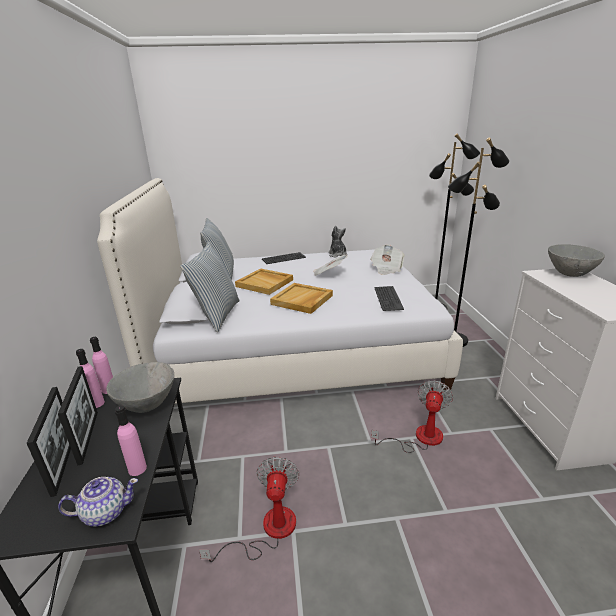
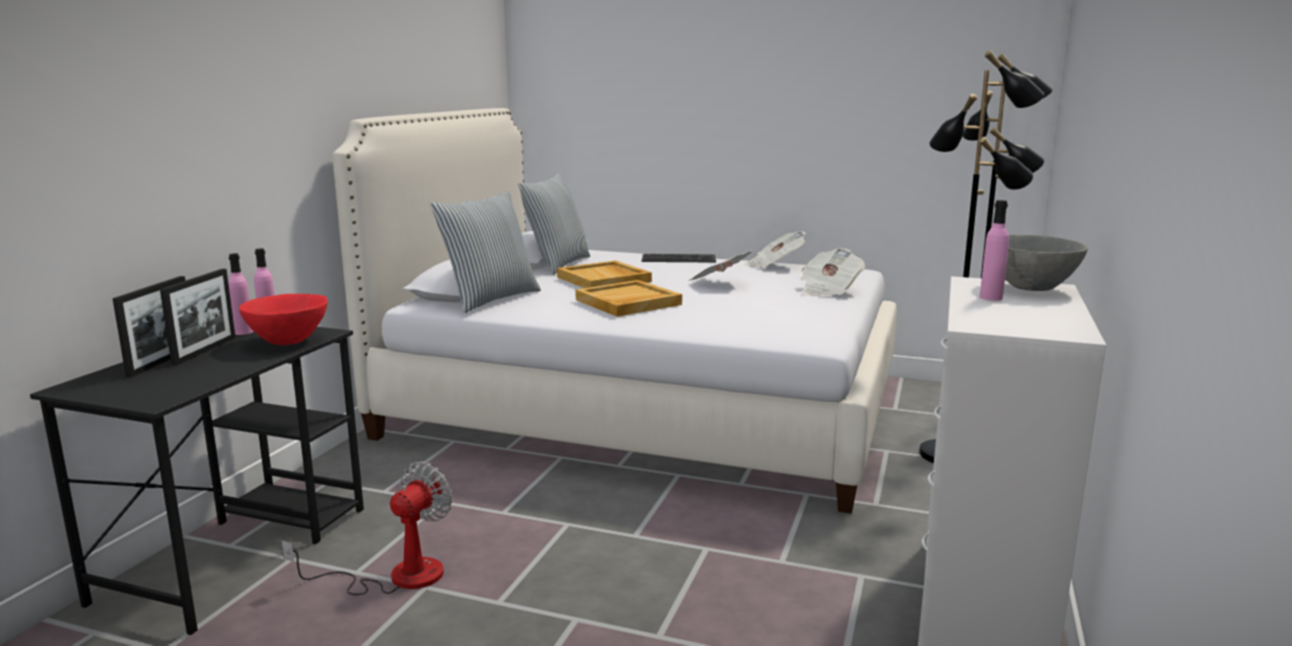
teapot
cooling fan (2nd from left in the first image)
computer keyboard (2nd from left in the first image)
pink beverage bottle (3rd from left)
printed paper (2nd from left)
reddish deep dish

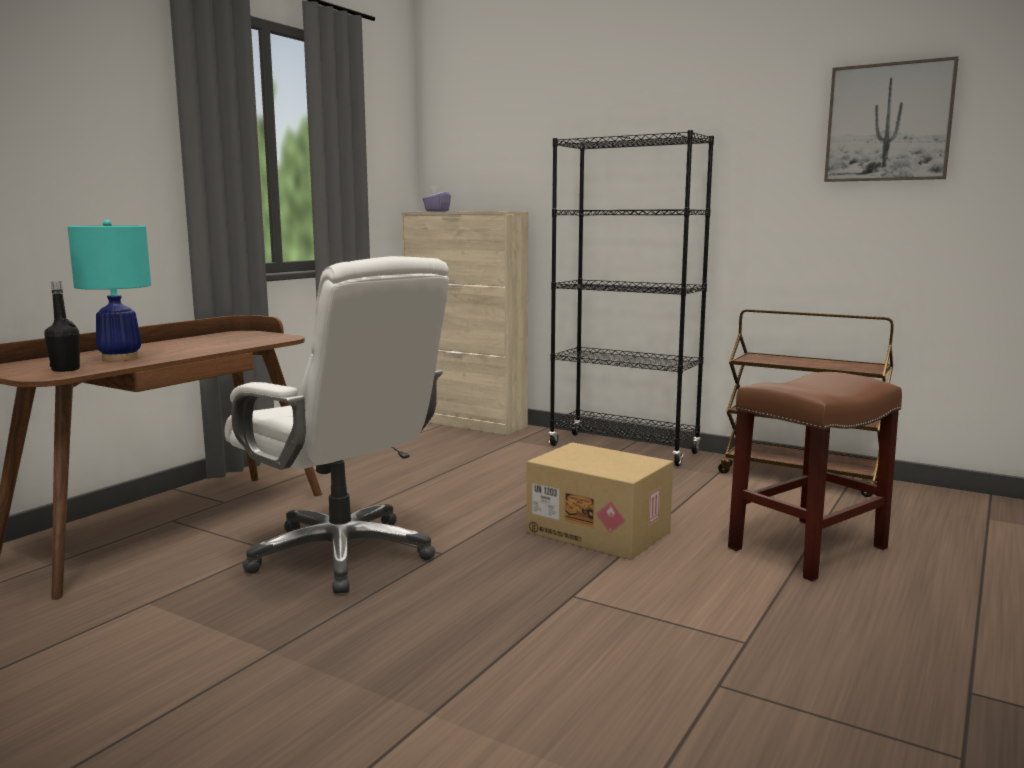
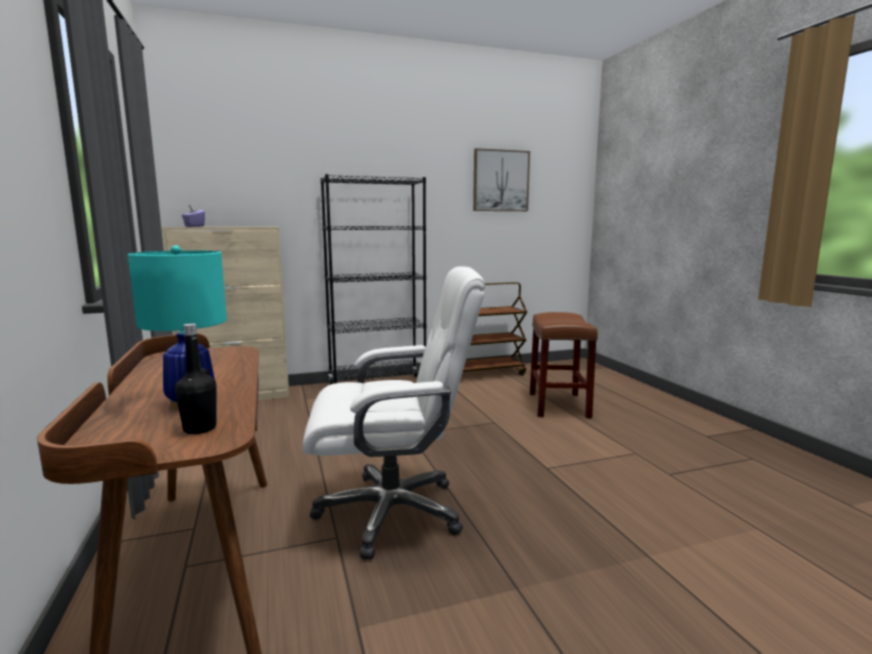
cardboard box

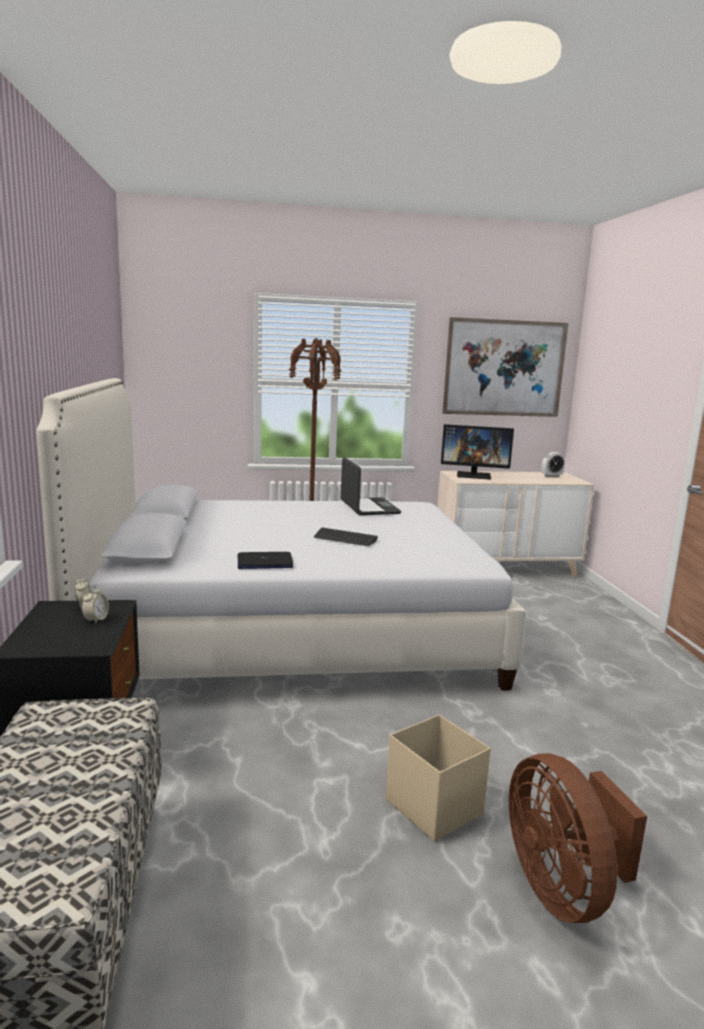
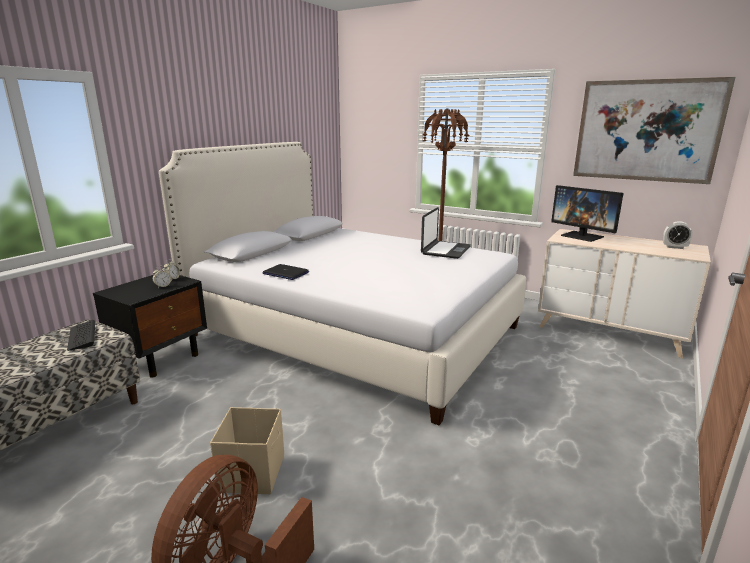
computer keyboard

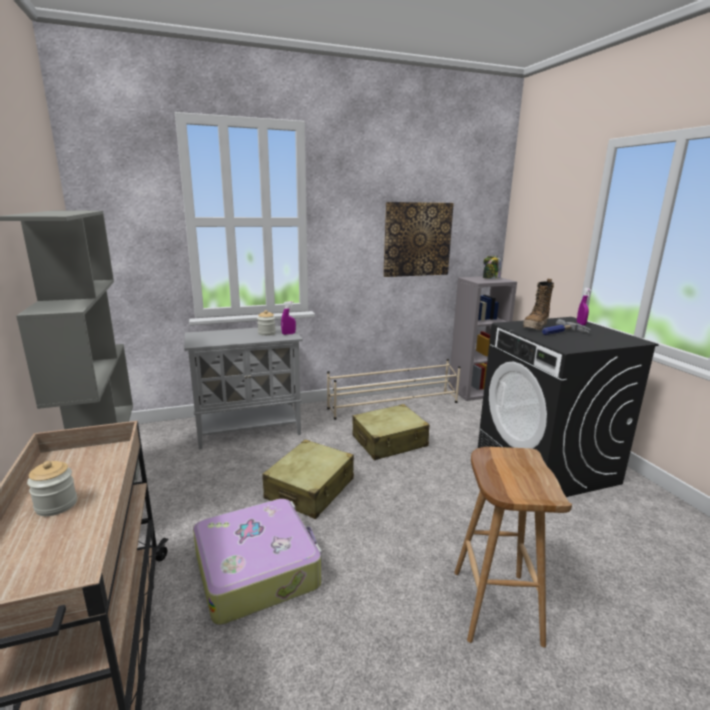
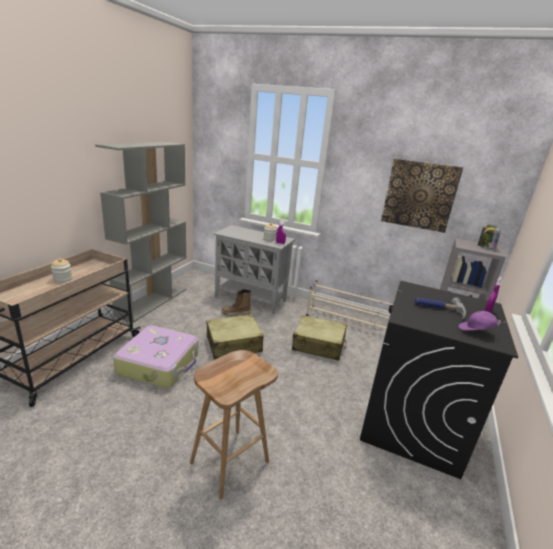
purple-coloured baseball cap
high-top boot

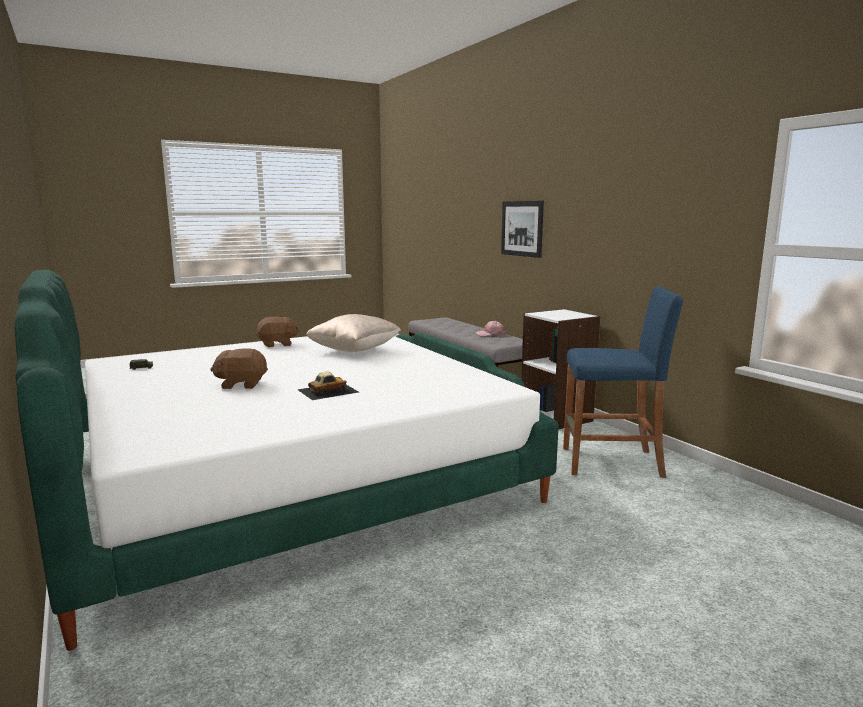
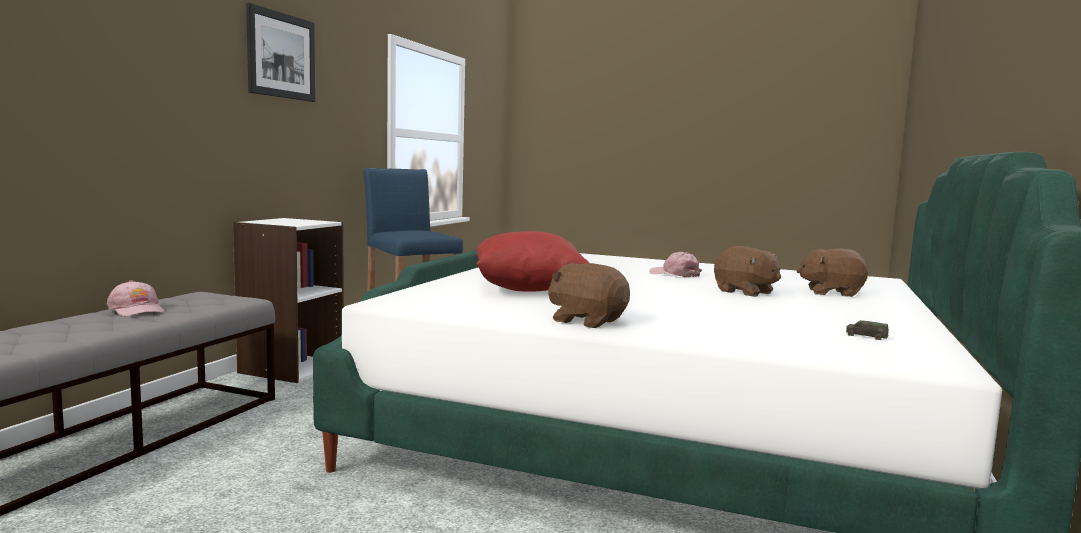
brown soft toy (3rd from left)
wall art
pink baseball cap (2nd from left)
reddish cushion

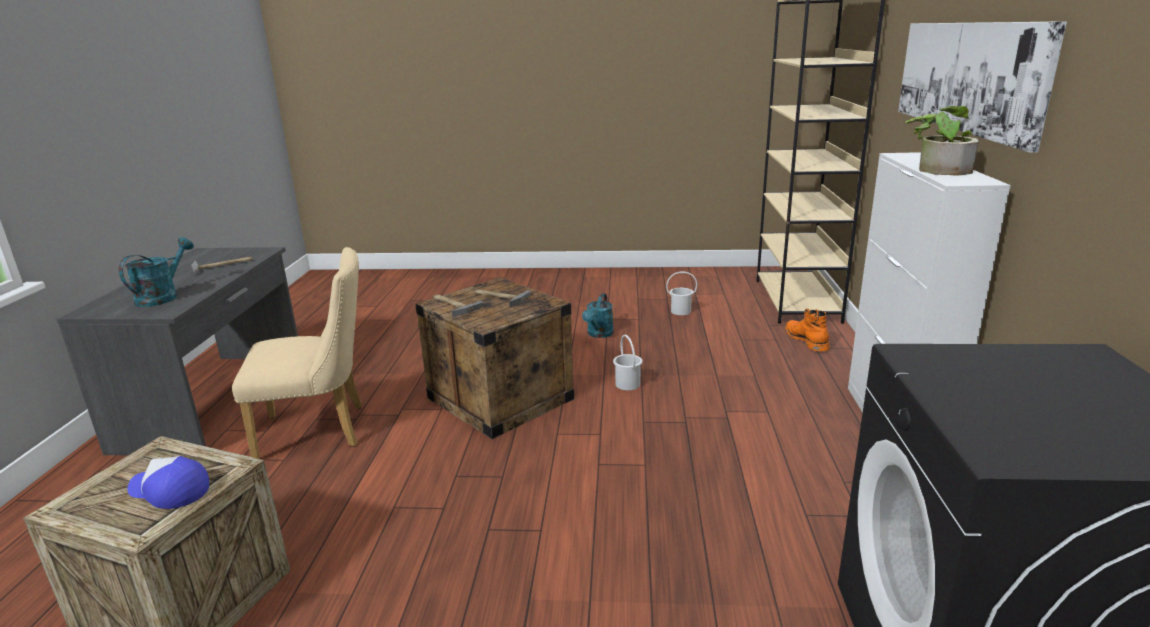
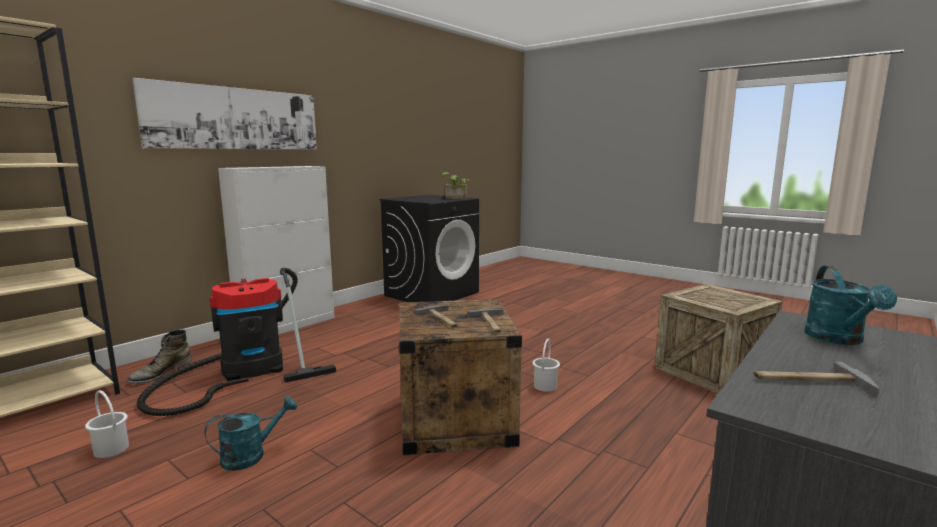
baseball cap
sand-coloured chair
vacuum cleaner
white-coloured water bucket (2nd from left)
potted plant
green high-top boot
blue-green watering pot (2nd from left)

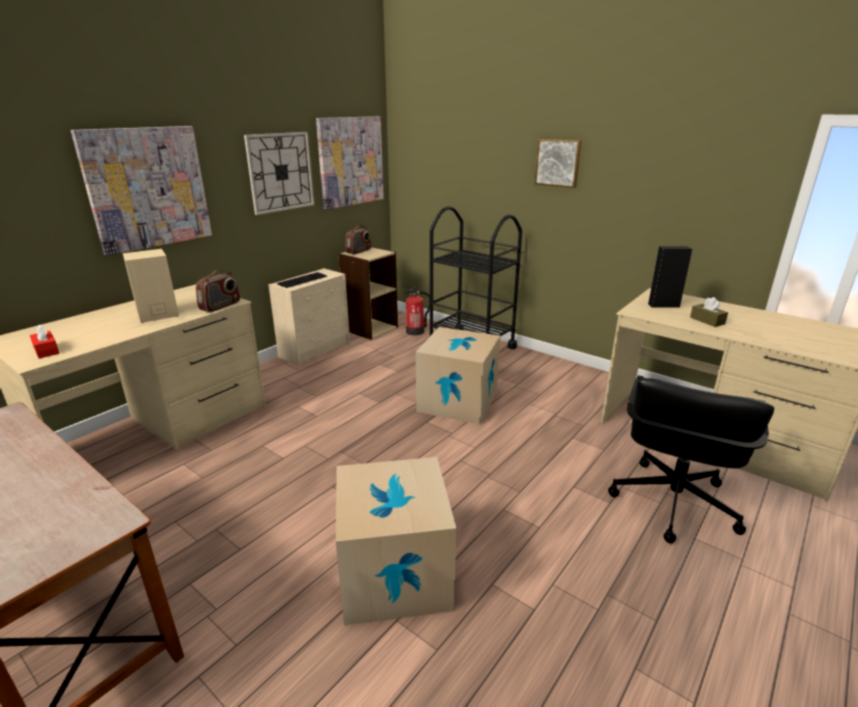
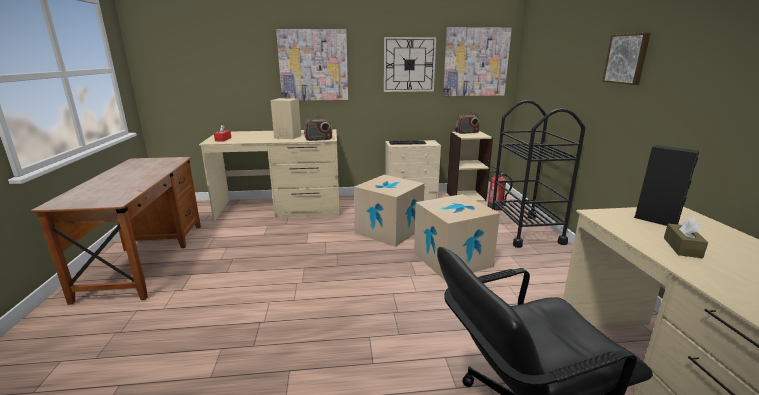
cardboard box (1st from left)

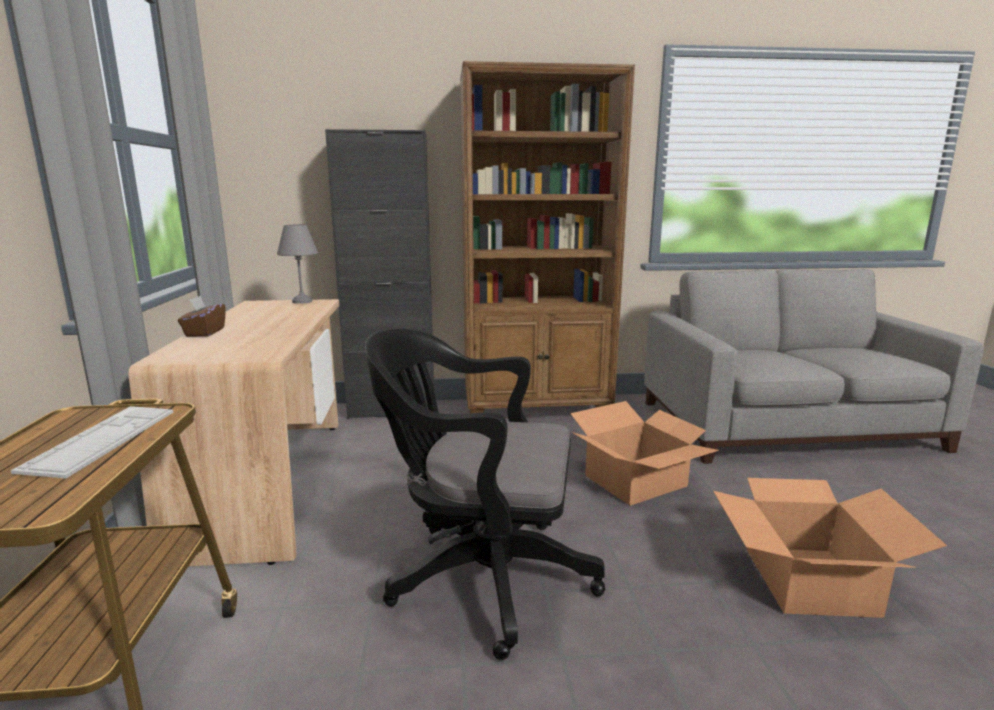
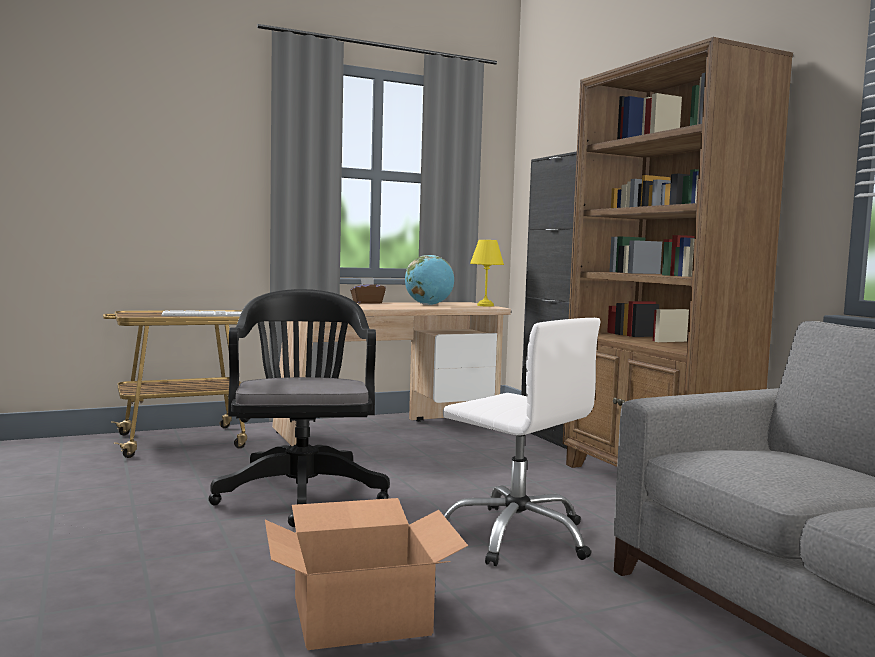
globe
white-coloured computer chair
yellowish lamp for a table

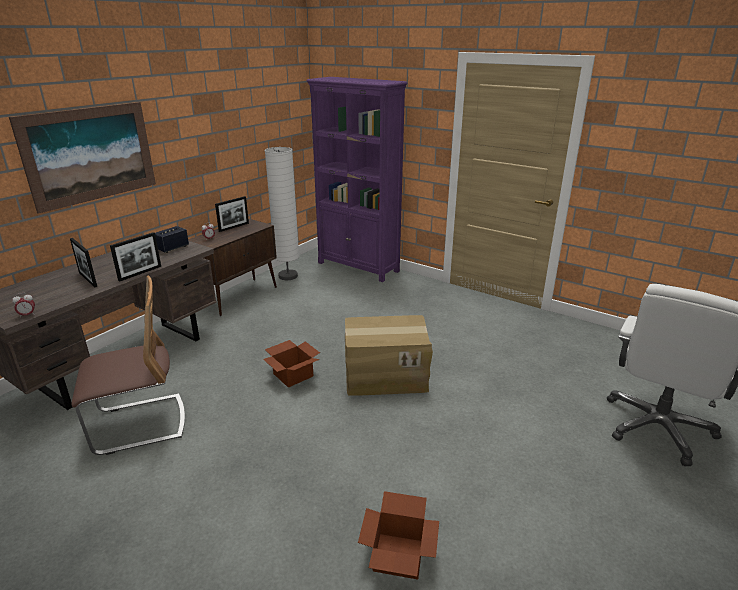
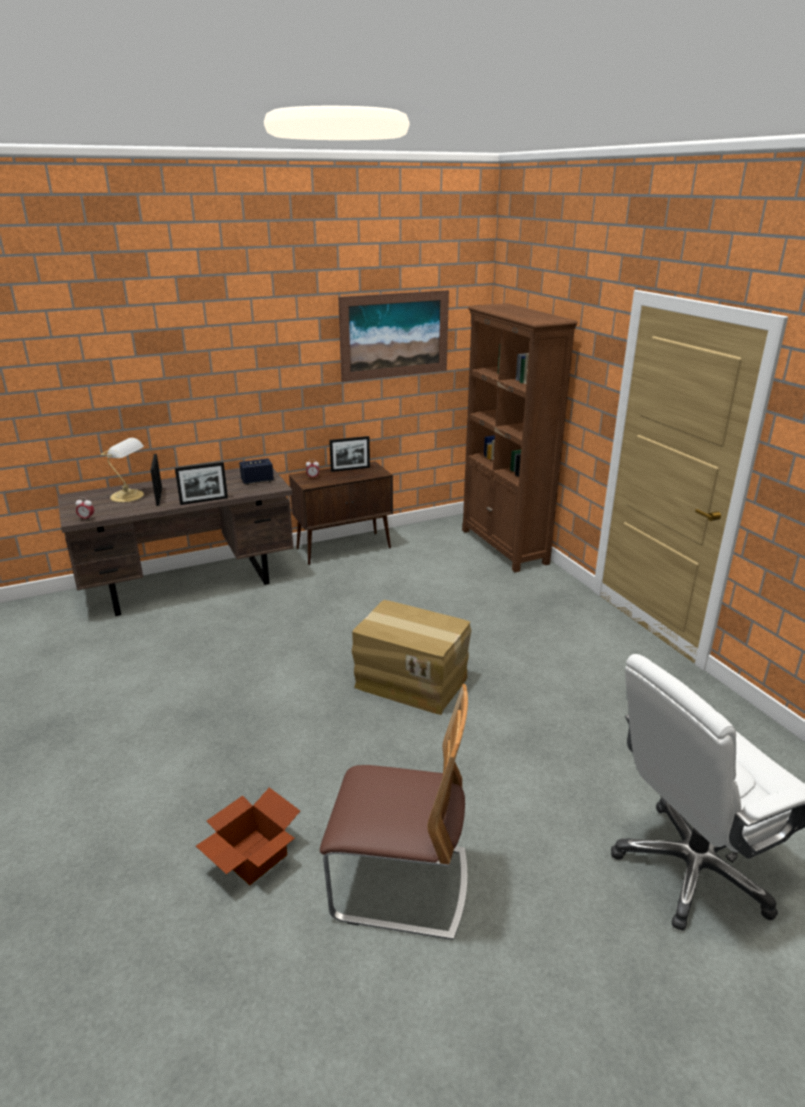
cardboard box (1st from left in the first image)
white-coloured standard lamp
lamp for a table
wall art
chair
brown bookshelf

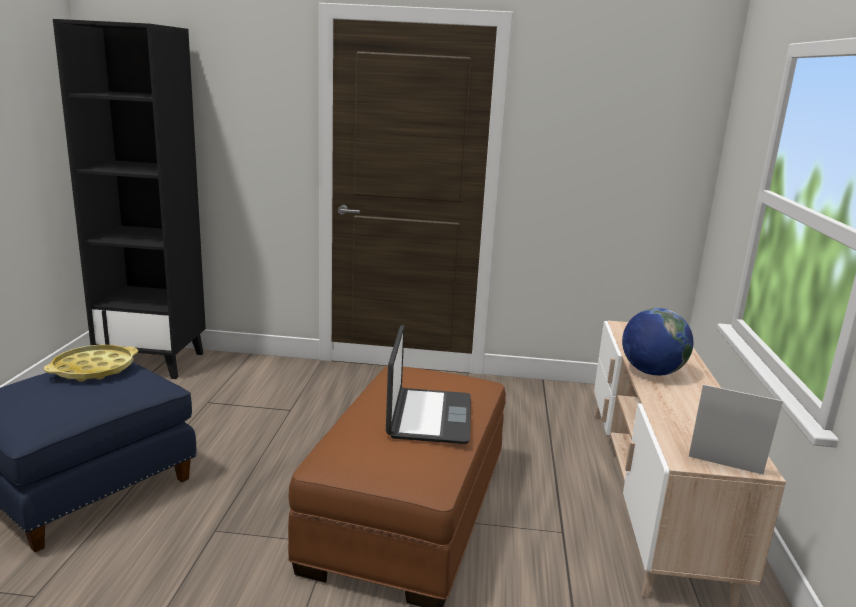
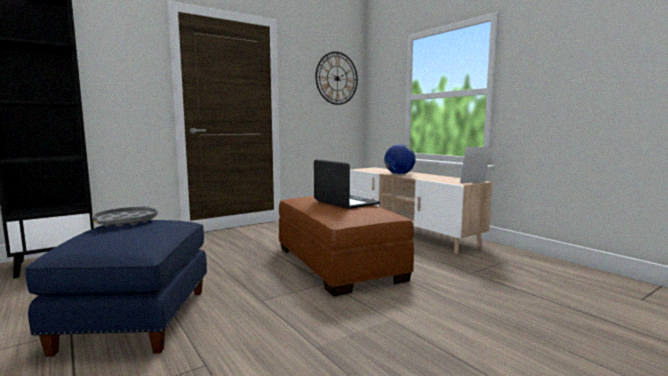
clock on the wall
greyish serving tray

